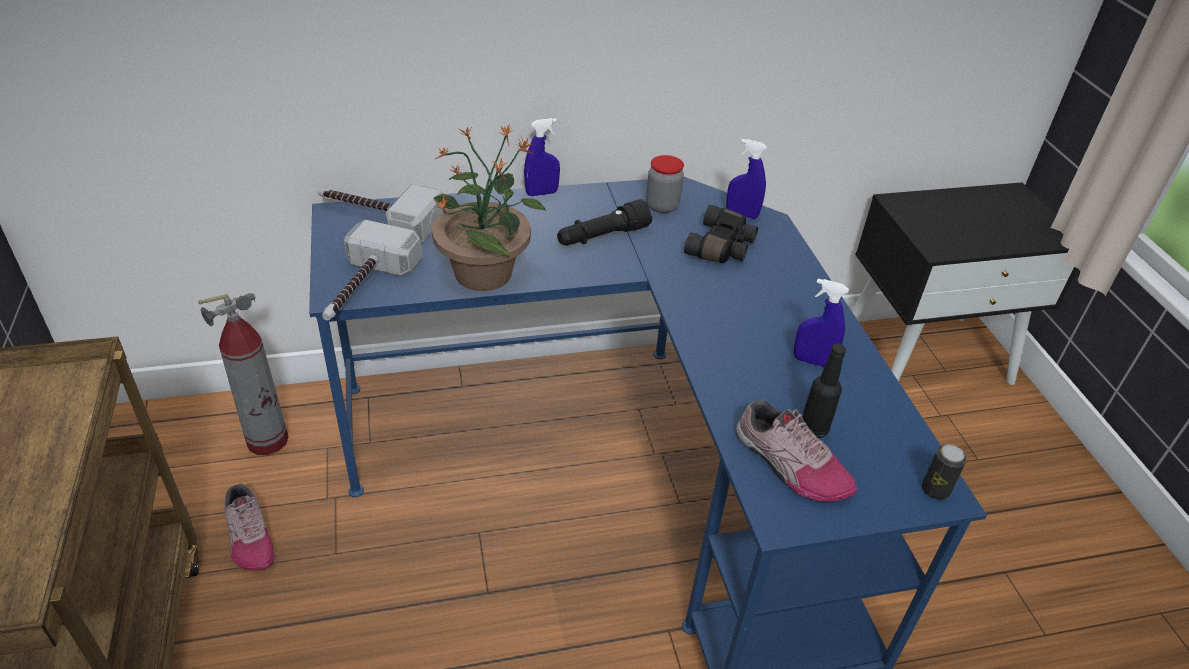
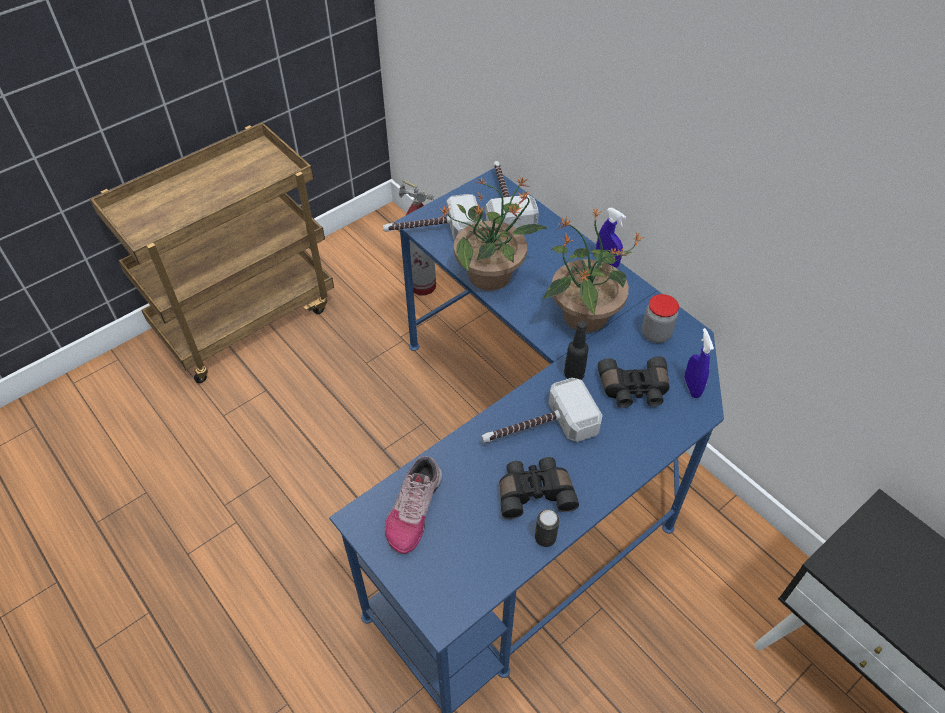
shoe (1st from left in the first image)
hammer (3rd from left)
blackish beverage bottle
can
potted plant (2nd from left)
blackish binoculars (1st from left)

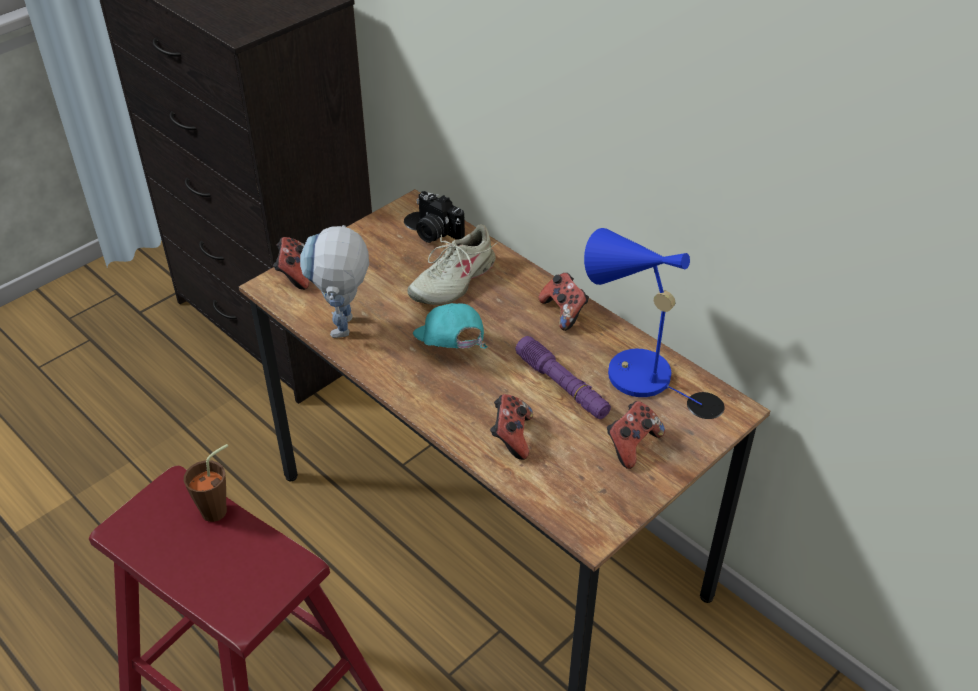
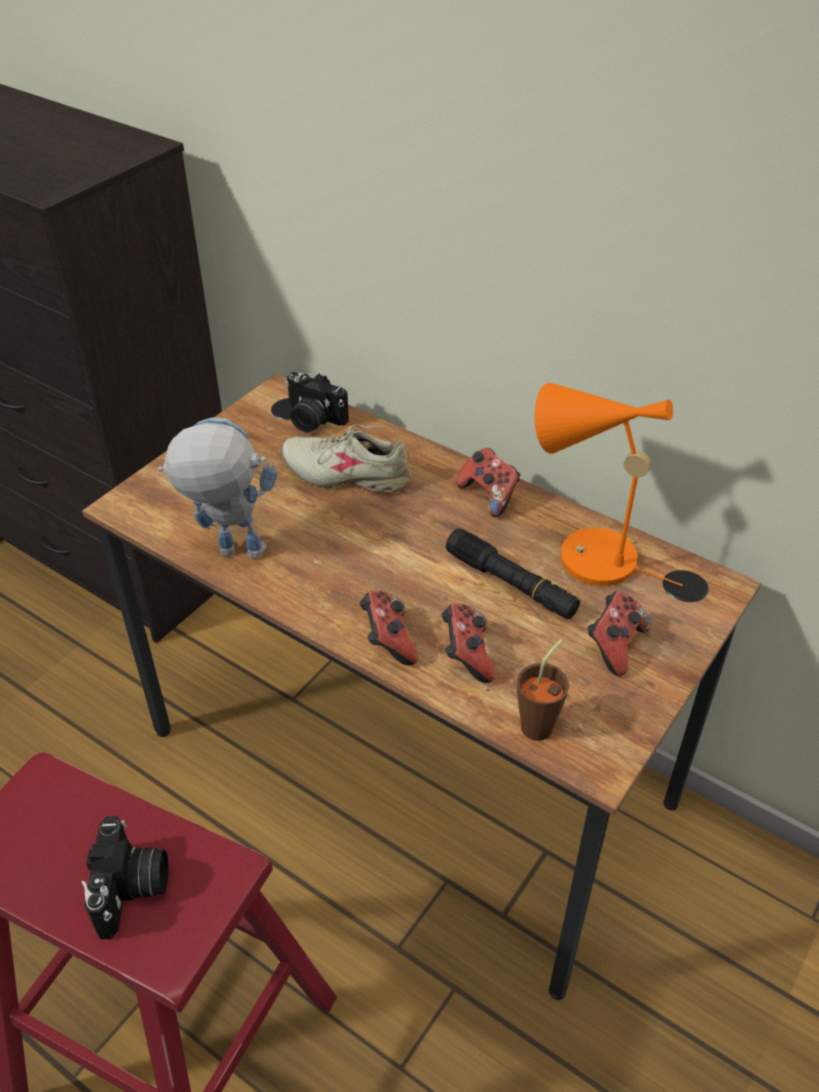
blue-green baseball cap
still camera (1st from left)
brown drinking cup
joypad (1st from left)
blackish flashlight
orangey lamp for a table
toy robot
sand-coloured shoe

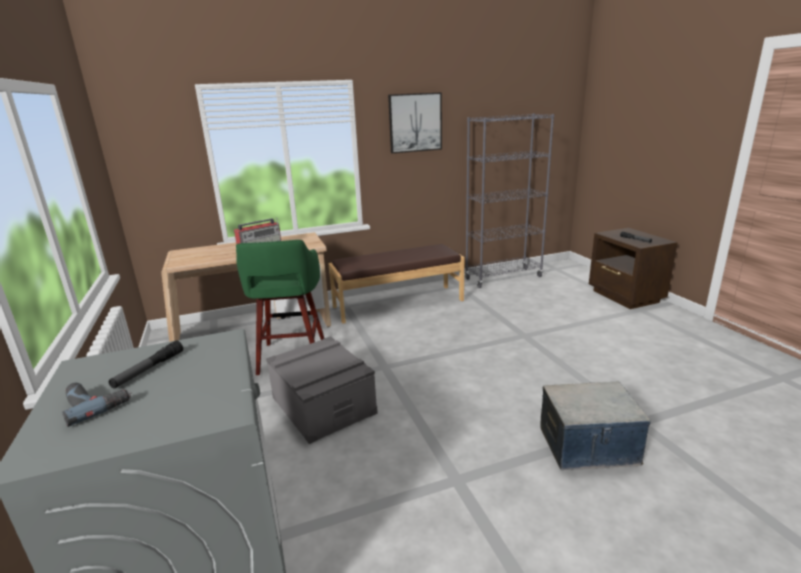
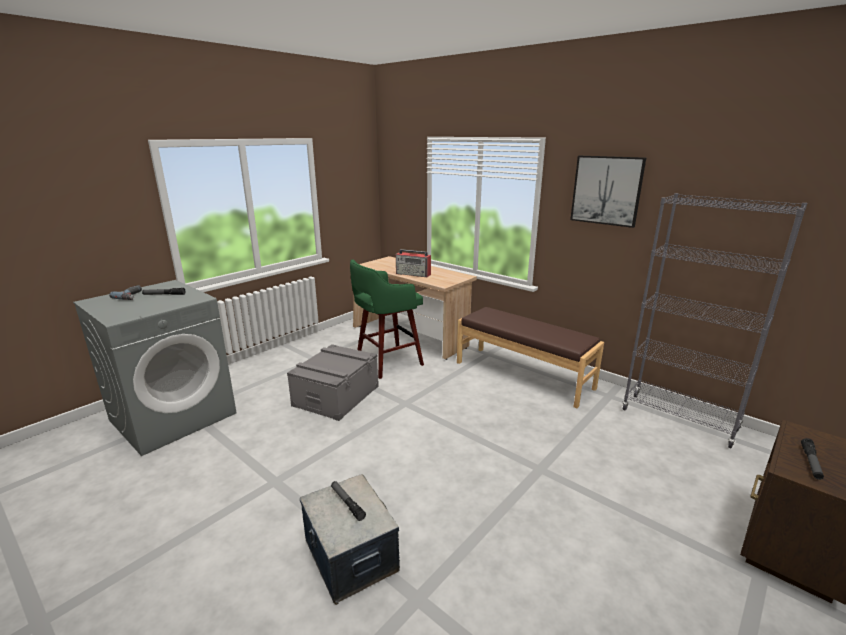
flashlight (2nd from left)

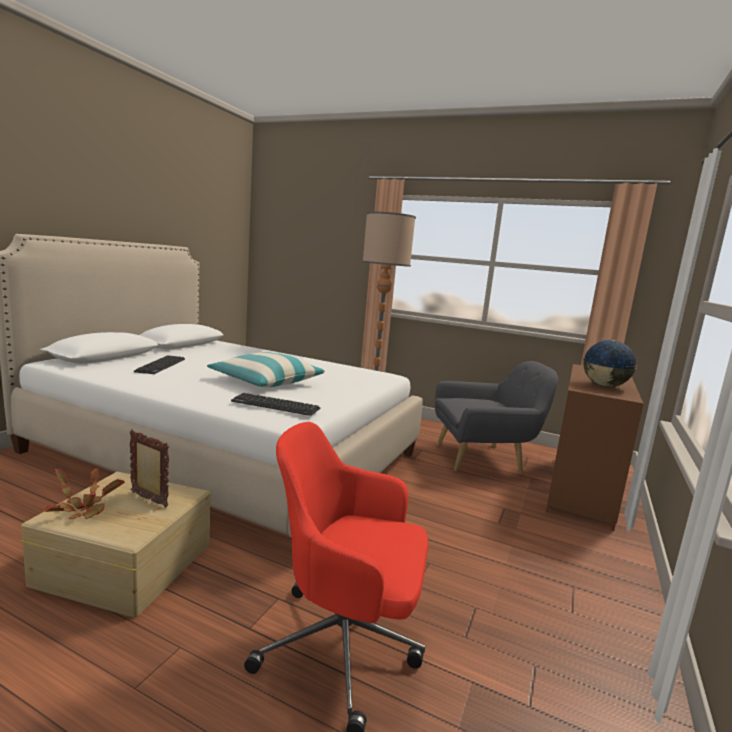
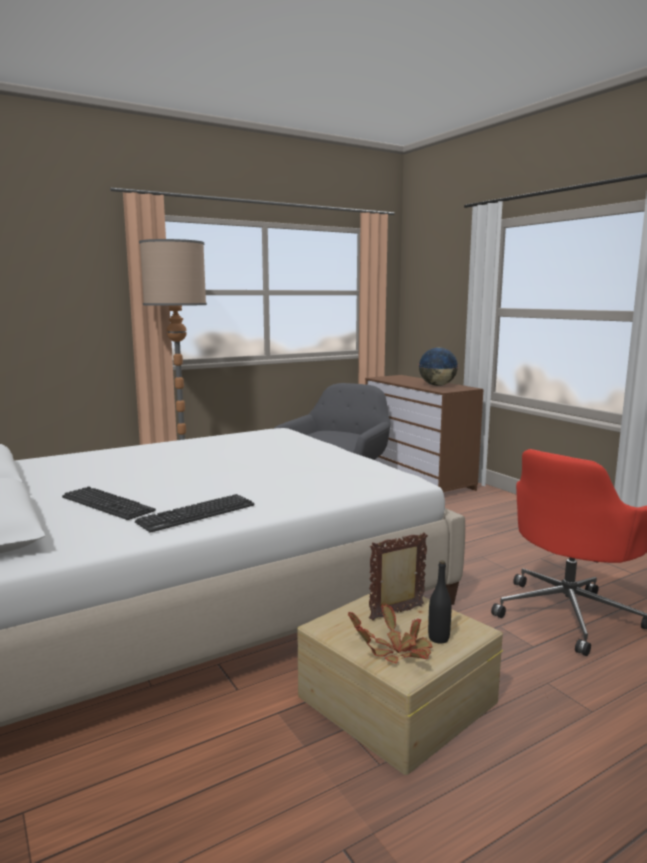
cushion
blackish beverage bottle
computer keyboard (2nd from left)

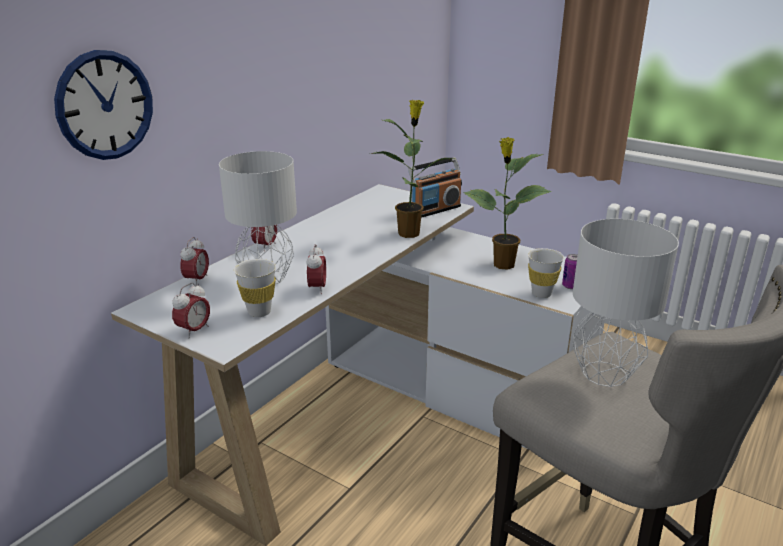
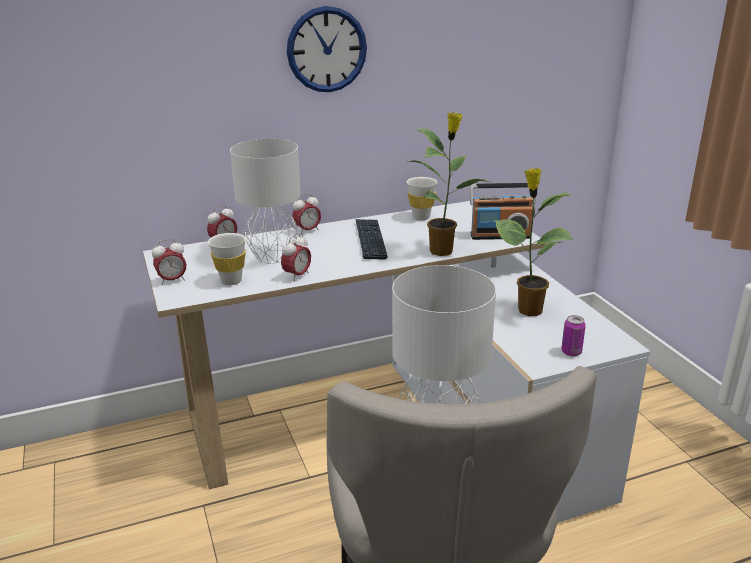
computer keyboard
clock on the wall
white-coloured drinking cup (2nd from left)

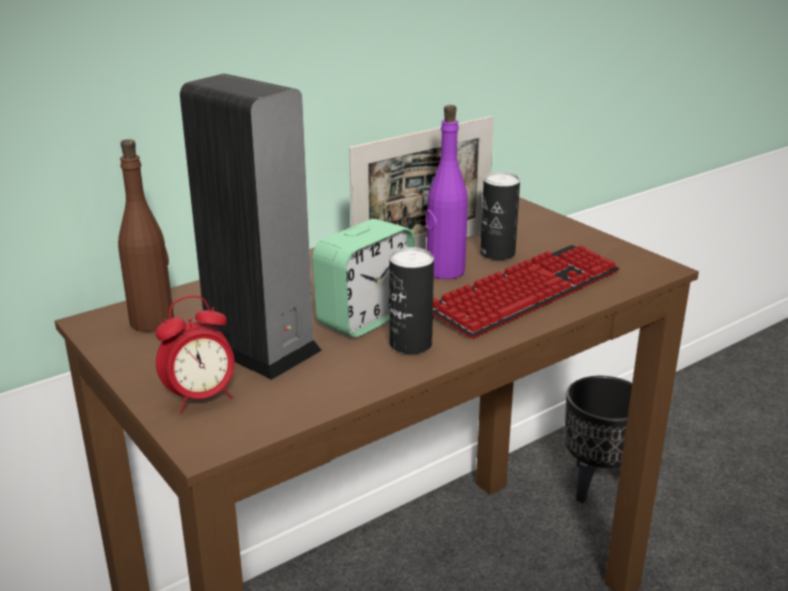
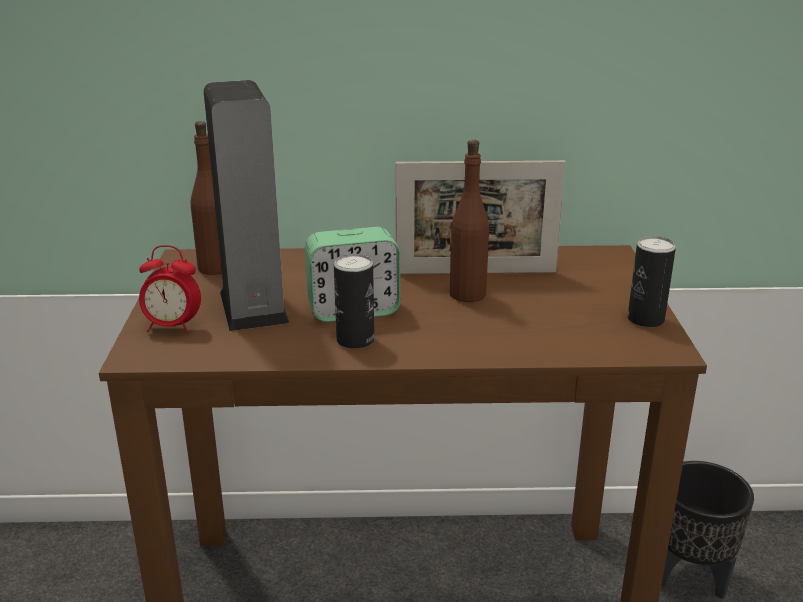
computer keyboard
can (2nd from left)
brown beverage bottle (2nd from left)

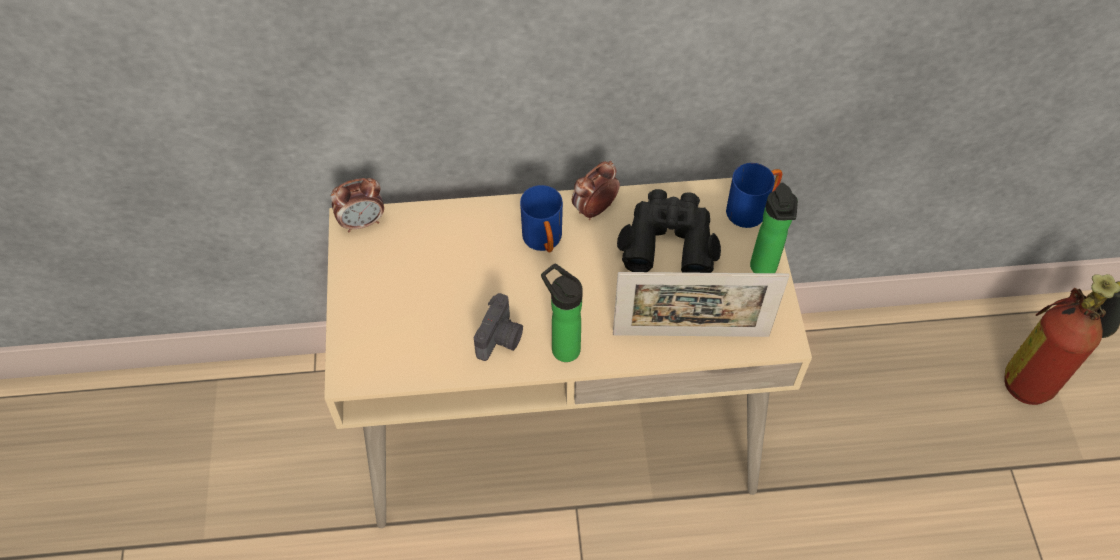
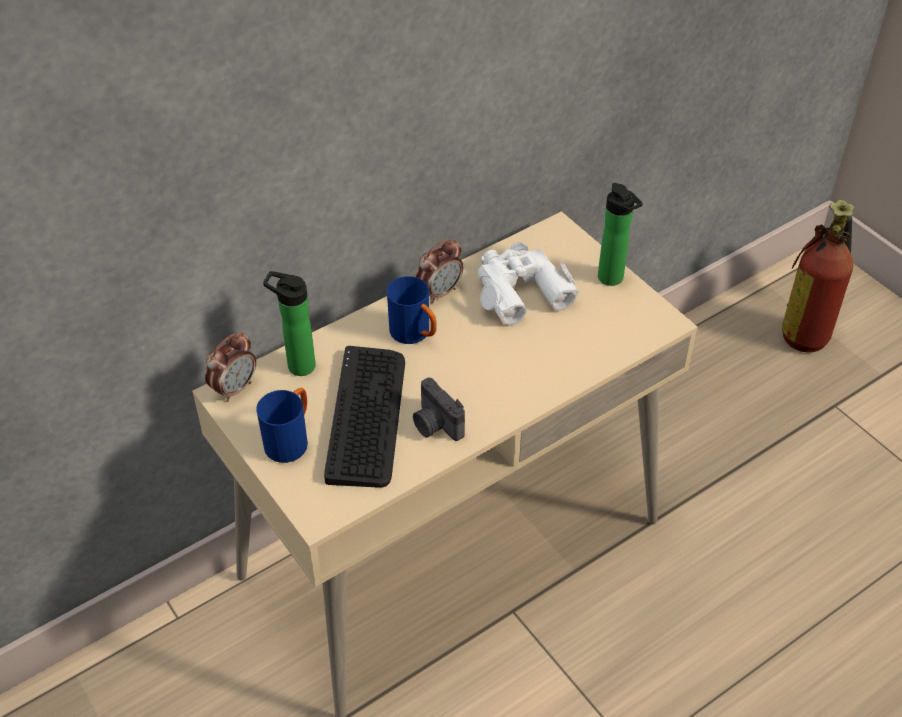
picture frame
computer keyboard
beverage bottle (1st from left)
blue-coloured coffee mug (1st from left)
white-coloured binoculars
still camera
table clock (2nd from left)

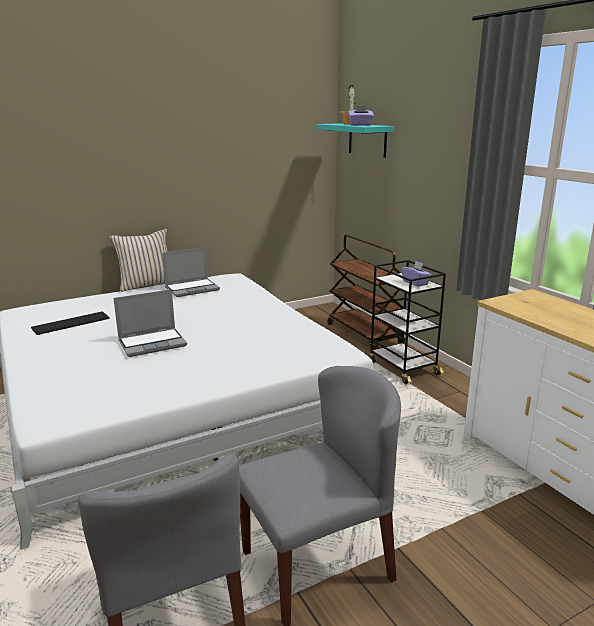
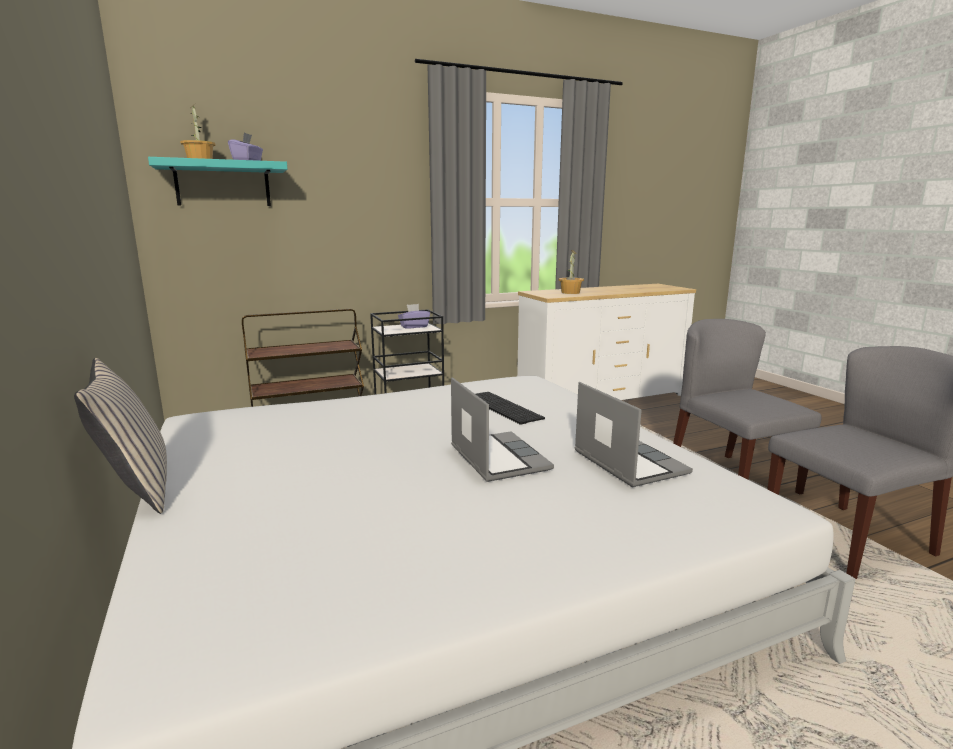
potted plant (2nd from left)
computer keyboard
laptop (2nd from left)

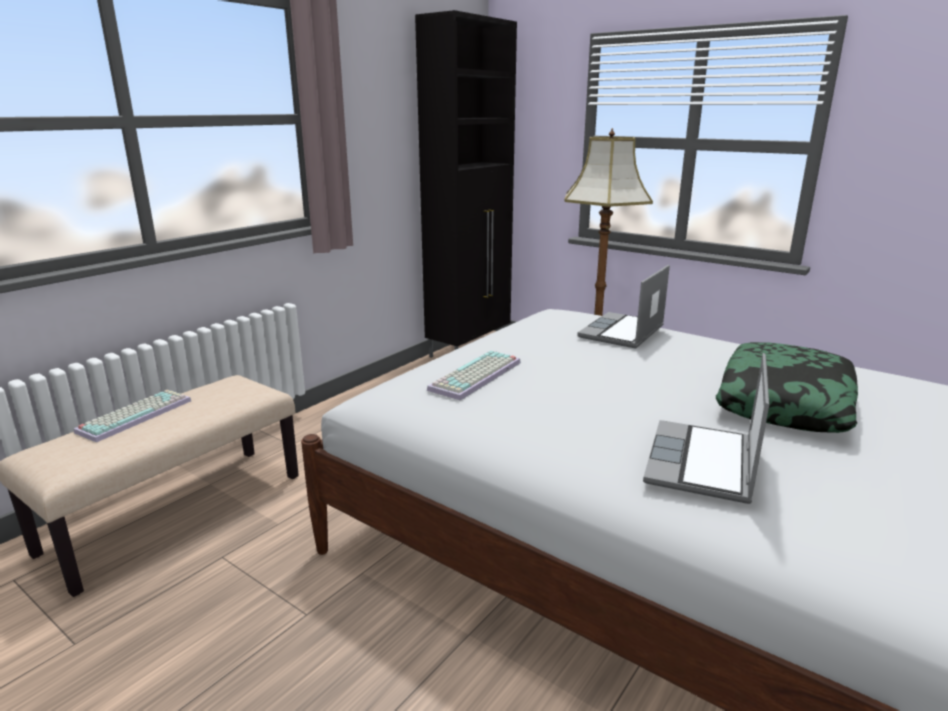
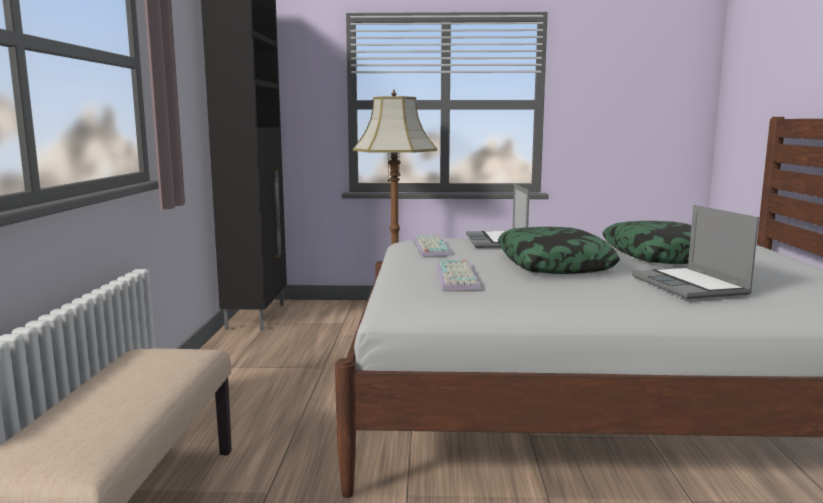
cushion (1st from left)
computer keyboard (1st from left)

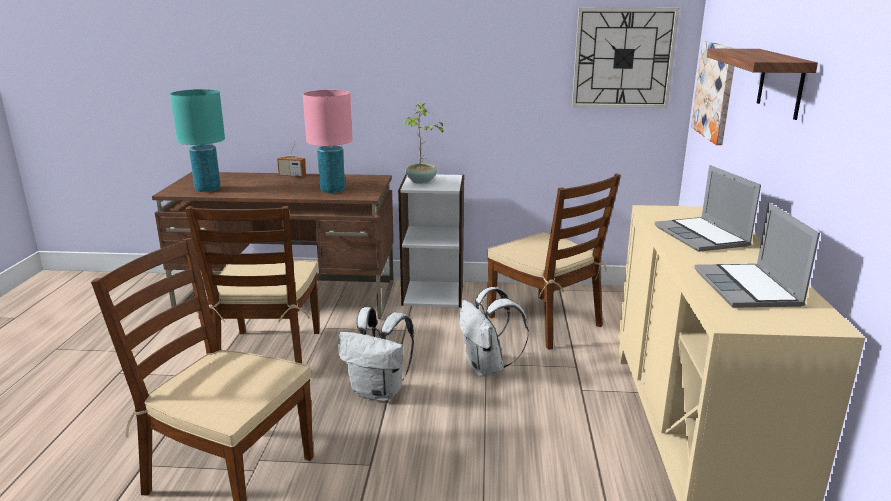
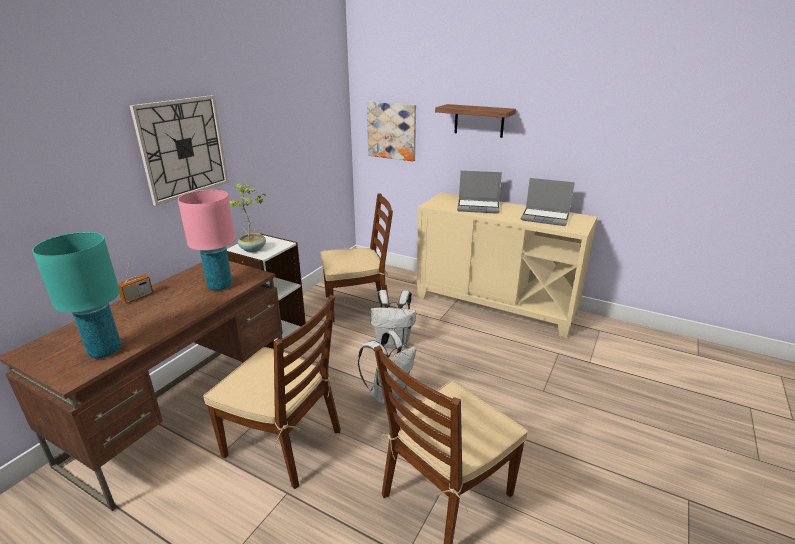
clock on the wall

